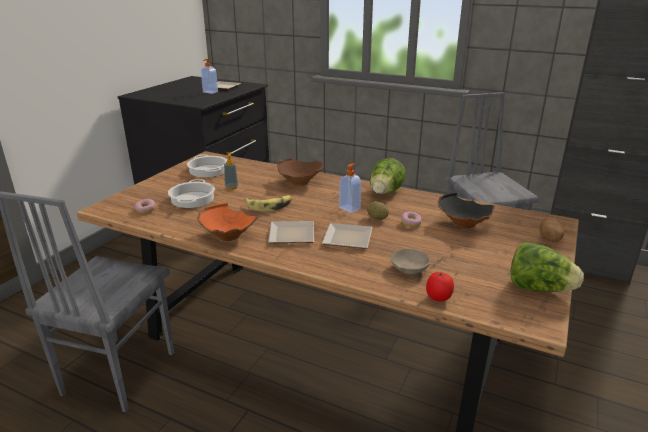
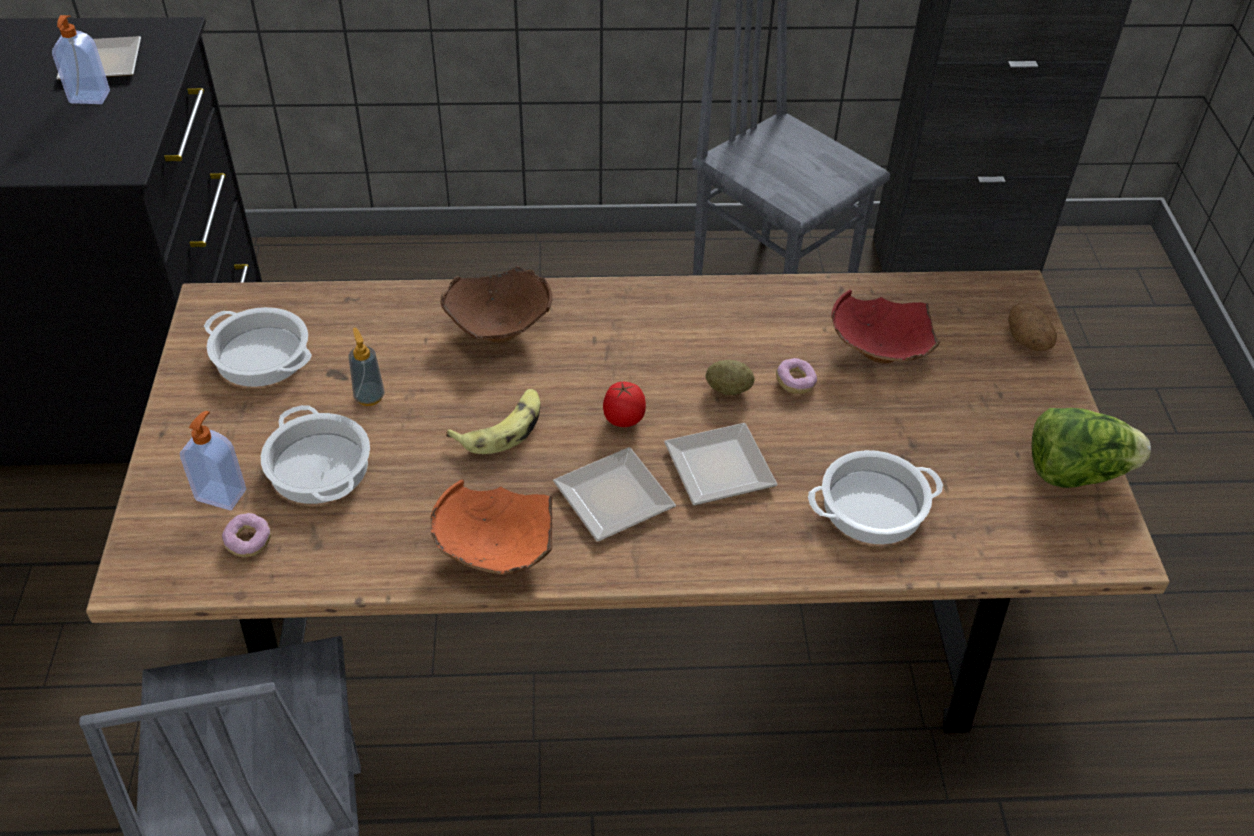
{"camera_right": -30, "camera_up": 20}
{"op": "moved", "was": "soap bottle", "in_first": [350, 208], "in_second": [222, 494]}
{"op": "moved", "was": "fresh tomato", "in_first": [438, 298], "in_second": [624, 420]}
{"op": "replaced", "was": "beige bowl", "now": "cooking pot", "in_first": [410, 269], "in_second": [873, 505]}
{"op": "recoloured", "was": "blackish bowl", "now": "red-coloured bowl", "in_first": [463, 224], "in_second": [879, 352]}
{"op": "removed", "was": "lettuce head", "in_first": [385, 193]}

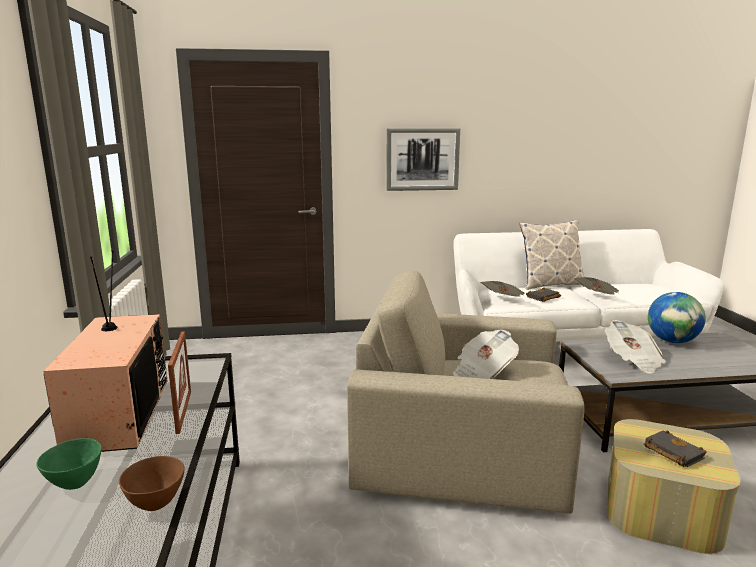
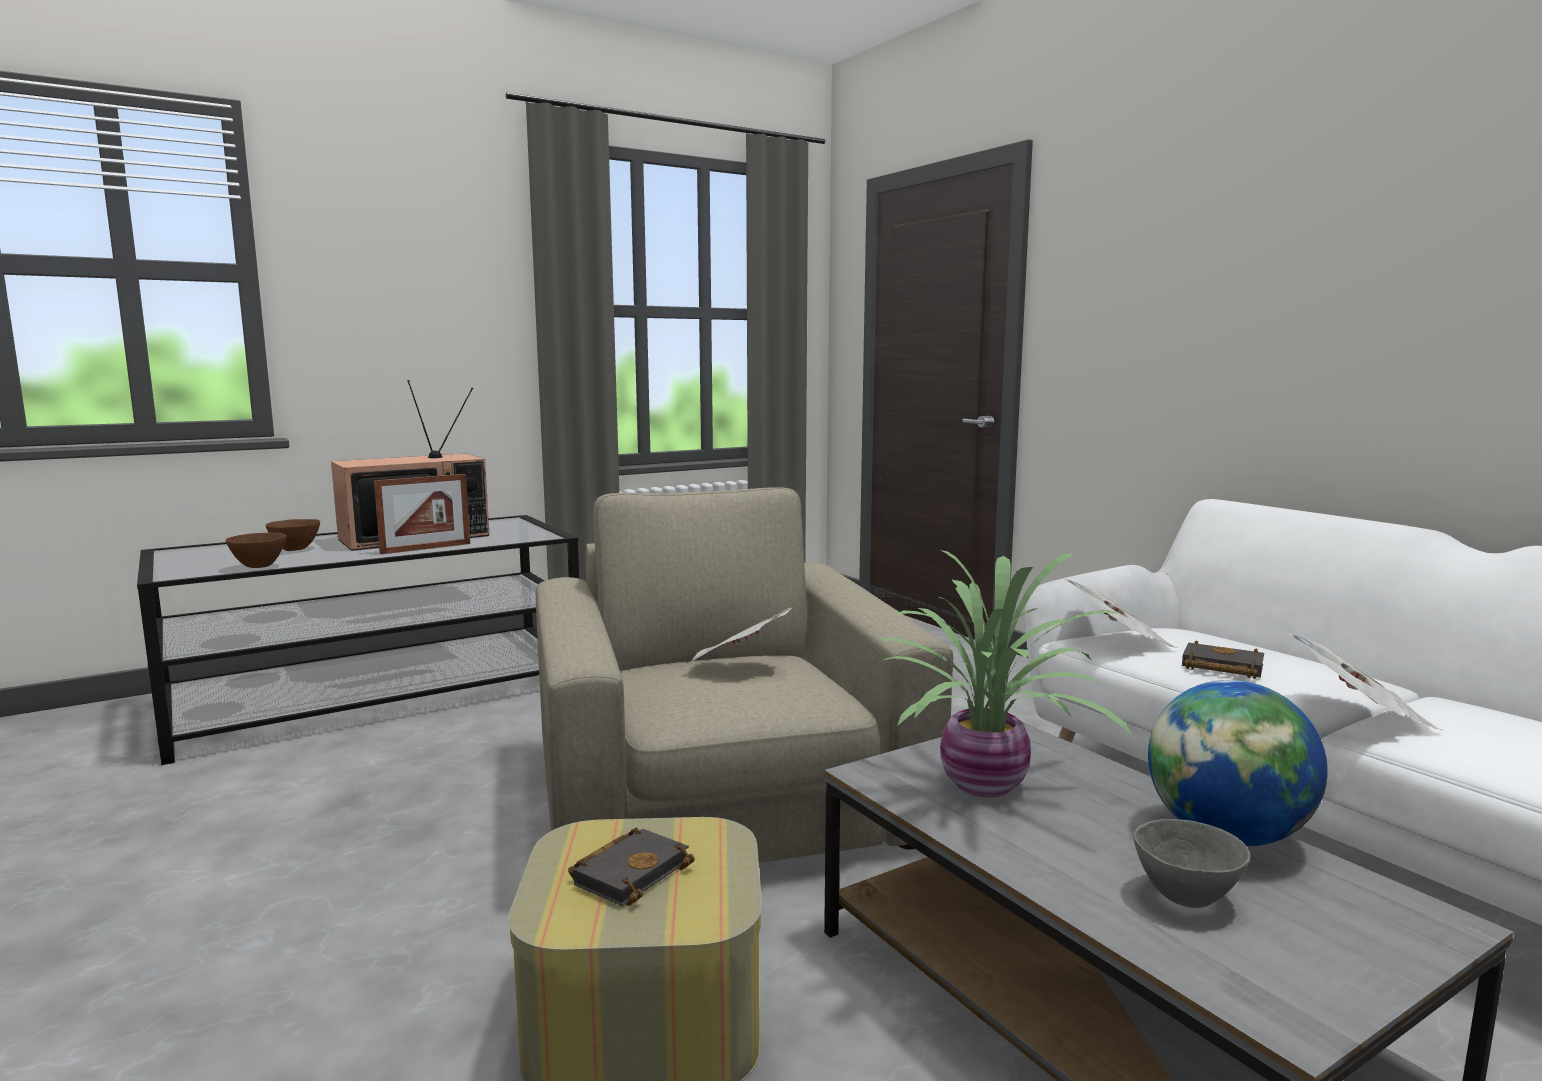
{"camera_right": 65, "camera_up": -5}
{"op": "recoloured", "was": "green-coloured bowl", "now": "brownish bowl", "in_first": [74, 482], "in_second": [295, 549]}
{"op": "replaced", "was": "newspaper", "now": "potted plant", "in_first": [633, 361], "in_second": [985, 787]}
{"op": "added", "now": "grey bowl", "in_second": [1186, 898]}
{"op": "removed", "was": "wall art", "in_first": [422, 159]}
{"op": "removed", "was": "pillow", "in_first": [550, 284]}

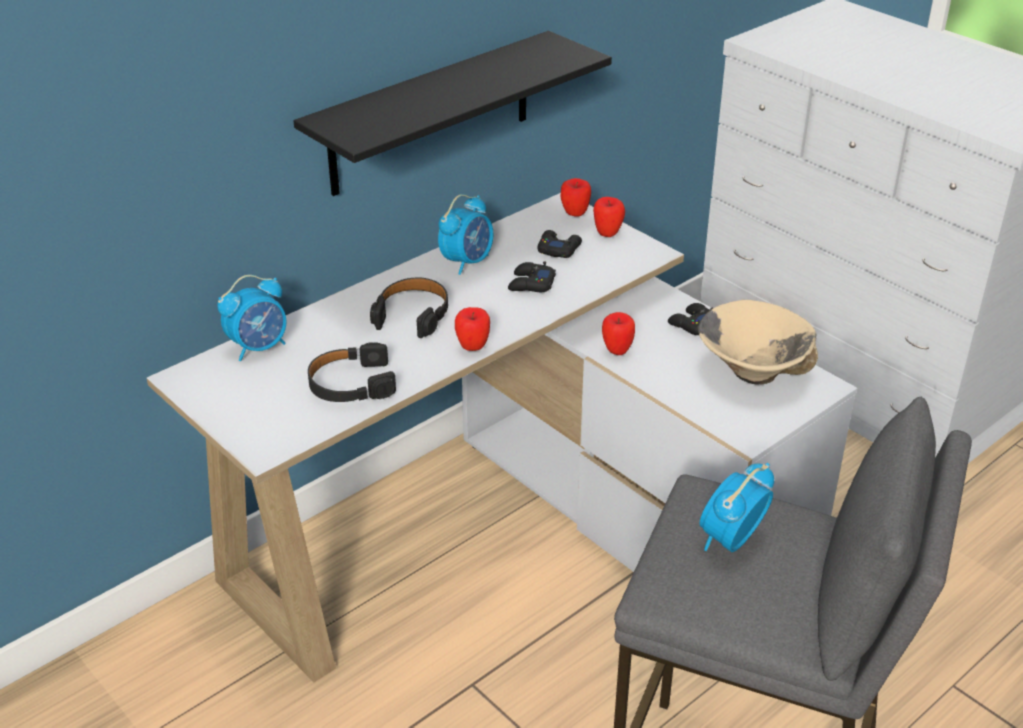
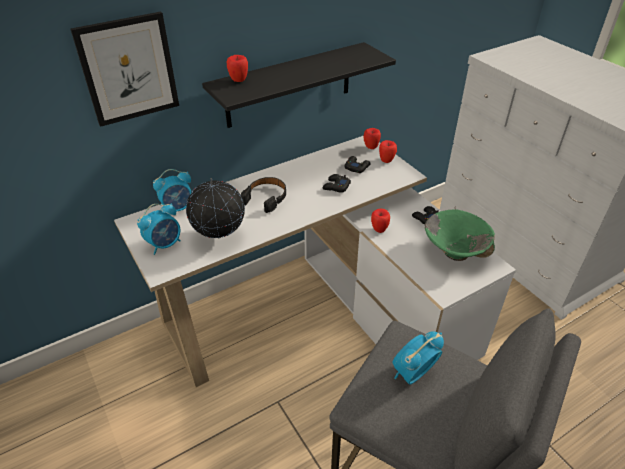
{"camera_right": 10, "camera_up": 5}
{"op": "added", "now": "wall art", "in_second": [128, 69]}
{"op": "moved", "was": "table clock", "in_first": [467, 262], "in_second": [165, 244]}
{"op": "replaced", "was": "blackish headset", "now": "world globe", "in_first": [351, 384], "in_second": [220, 237]}
{"op": "moved", "was": "whole apple", "in_first": [472, 347], "in_second": [238, 80]}
{"op": "recoloured", "was": "beige bowl", "now": "green-coloured bowl", "in_first": [753, 372], "in_second": [455, 252]}

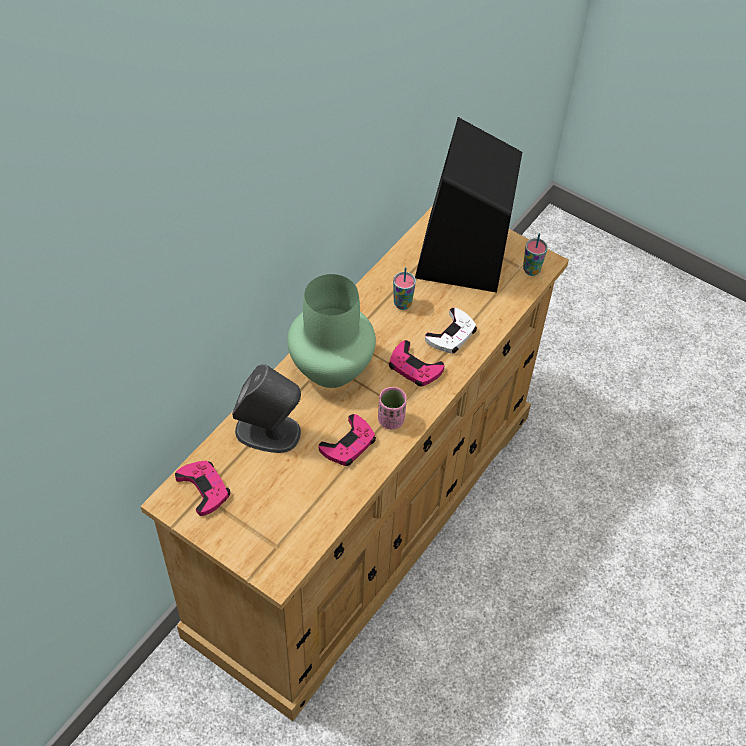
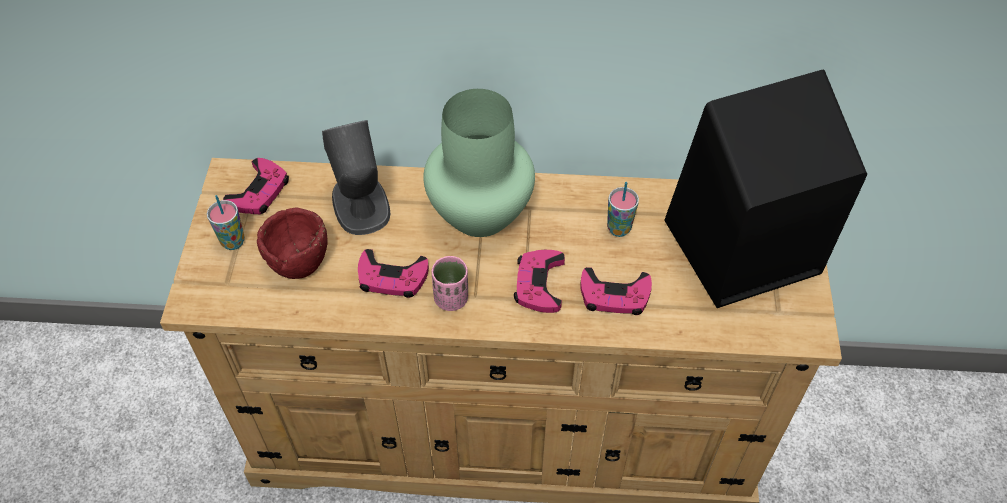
{"camera_right": 60, "camera_up": 0}
{"op": "moved", "was": "small cup", "in_first": [531, 270], "in_second": [233, 242]}
{"op": "added", "now": "red-coloured bowl", "in_second": [299, 260]}
{"op": "recoloured", "was": "white joypad", "now": "pink-coloured joypad", "in_first": [451, 335], "in_second": [614, 295]}

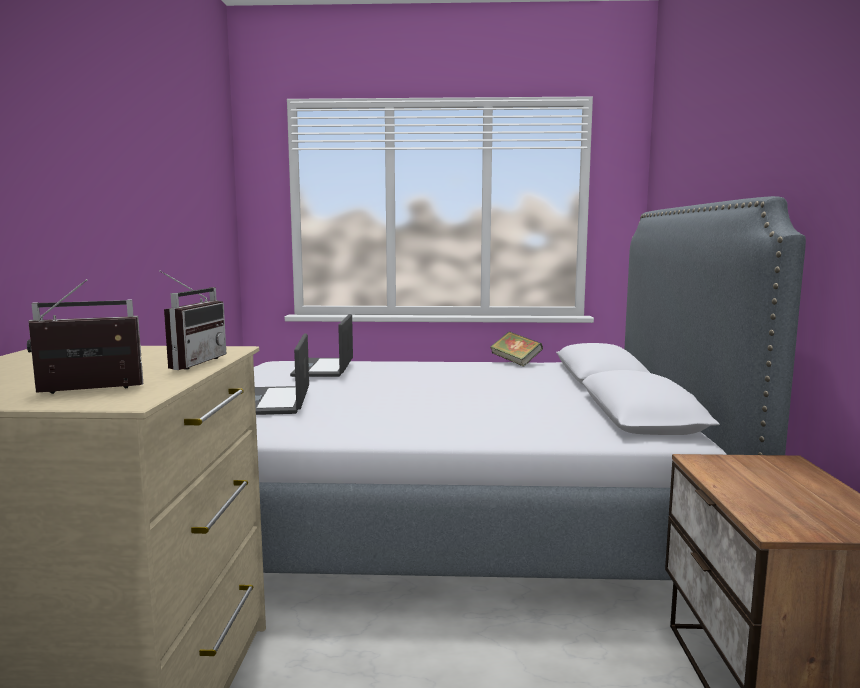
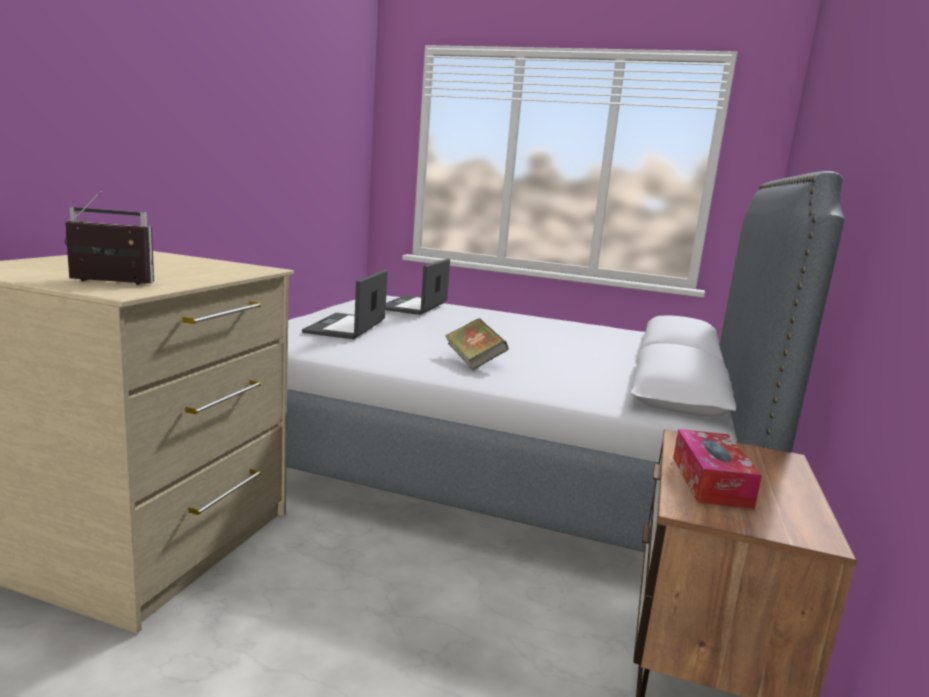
{"camera_right": 15, "camera_up": 5}
{"op": "moved", "was": "book", "in_first": [515, 362], "in_second": [474, 361]}
{"op": "added", "now": "tissue box", "in_second": [710, 481]}
{"op": "removed", "was": "radio", "in_first": [190, 363]}

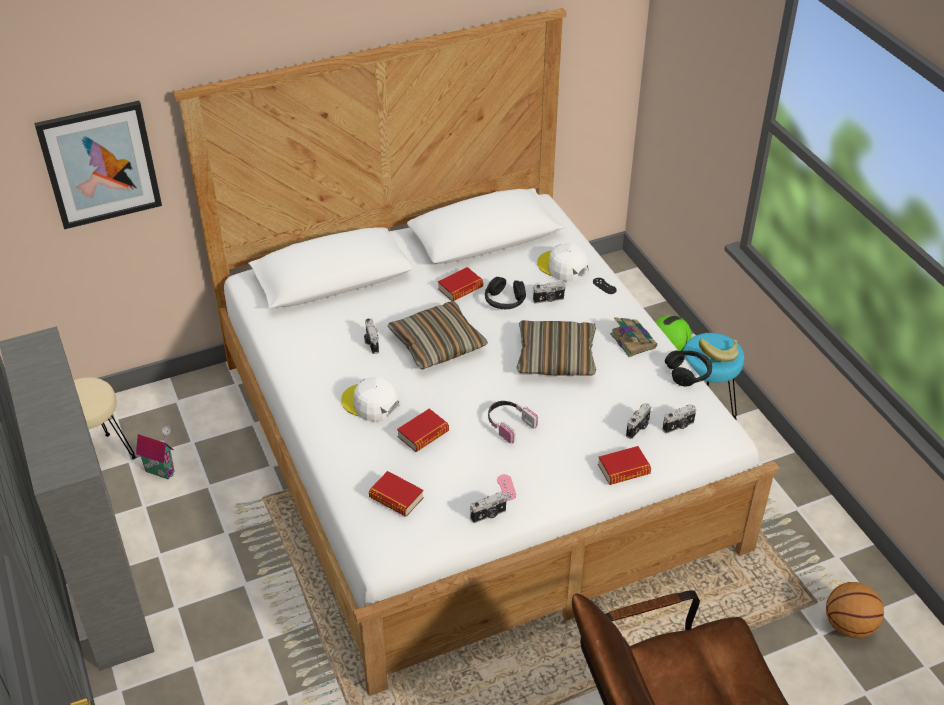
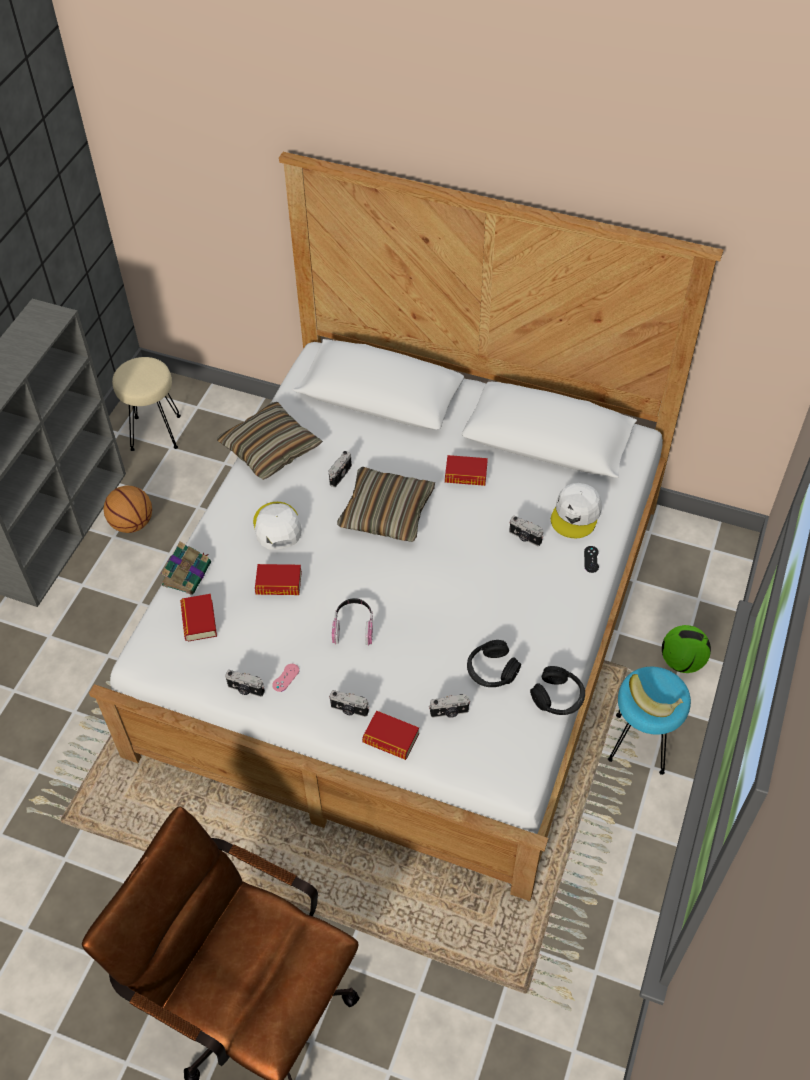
{"camera_right": 45, "camera_up": 10}
{"op": "moved", "was": "ball for basketball", "in_first": [849, 625], "in_second": [133, 523]}
{"op": "moved", "was": "book", "in_first": [632, 340], "in_second": [187, 573]}
{"op": "moved", "was": "pillow", "in_first": [556, 357], "in_second": [270, 449]}
{"op": "moved", "was": "photo camera", "in_first": [679, 426], "in_second": [349, 710]}
{"op": "moved", "was": "blackish headset", "in_first": [504, 301], "in_second": [491, 670]}
{"op": "turned", "was": "white baseball cap", "in_first": [562, 266], "in_second": [576, 514], "clockwise": -150}
{"op": "removed", "was": "wall art", "in_first": [100, 164]}
{"op": "removed", "was": "toy house", "in_first": [161, 470]}

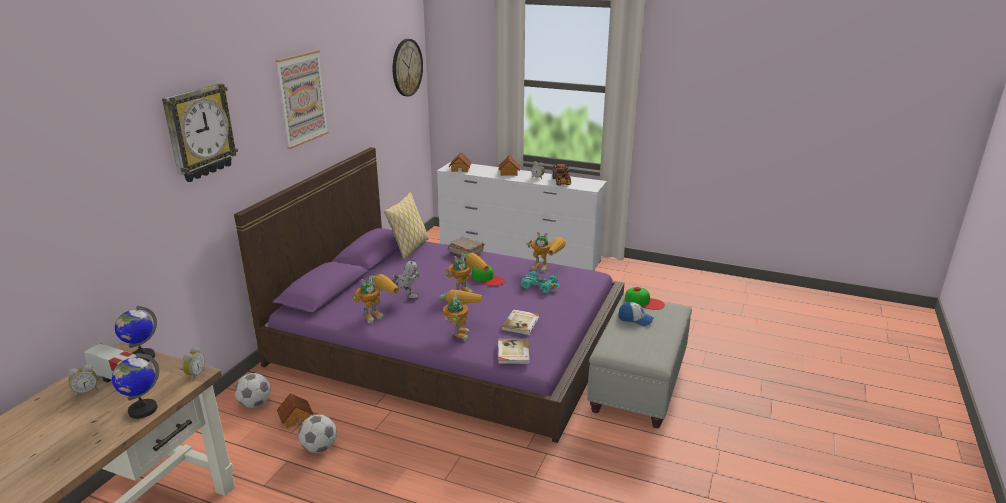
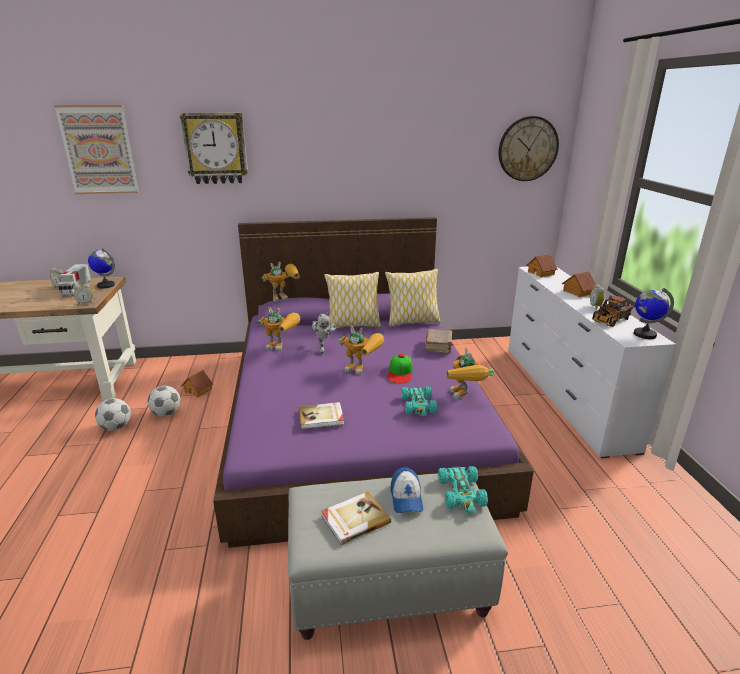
{"camera_right": 60, "camera_up": 0}
{"op": "moved", "was": "wall art", "in_first": [302, 98], "in_second": [99, 150]}
{"op": "moved", "was": "football", "in_first": [255, 404], "in_second": [116, 427]}
{"op": "moved", "was": "robot figure", "in_first": [459, 331], "in_second": [284, 297]}
{"op": "moved", "was": "book", "in_first": [513, 353], "in_second": [354, 519]}
{"op": "added", "now": "pillow", "in_second": [353, 325]}
{"op": "replaced", "was": "baseball cap", "now": "turquoise model car", "in_first": [644, 302], "in_second": [462, 493]}
{"op": "moved", "was": "world globe", "in_first": [142, 410], "in_second": [644, 334]}

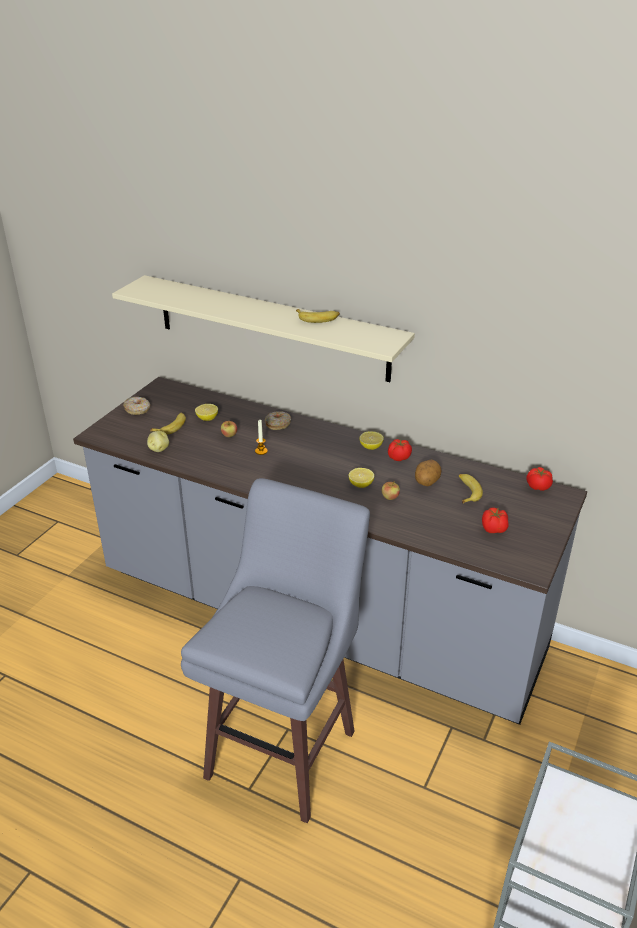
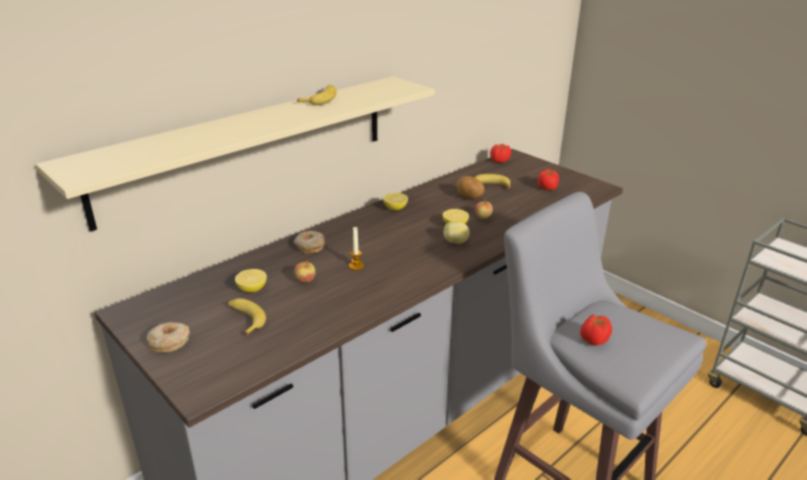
{"camera_right": -70, "camera_up": -5}
{"op": "moved", "was": "potato", "in_first": [158, 449], "in_second": [456, 242]}
{"op": "moved", "was": "fresh tomato", "in_first": [399, 458], "in_second": [593, 340]}

